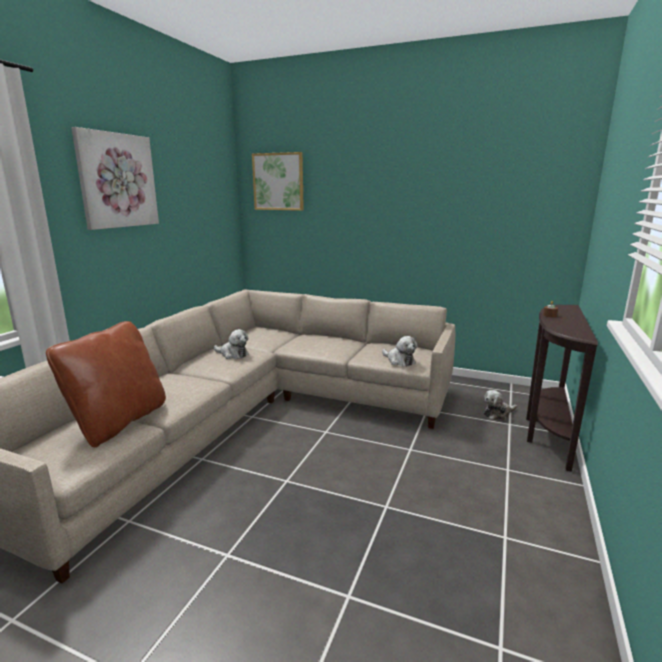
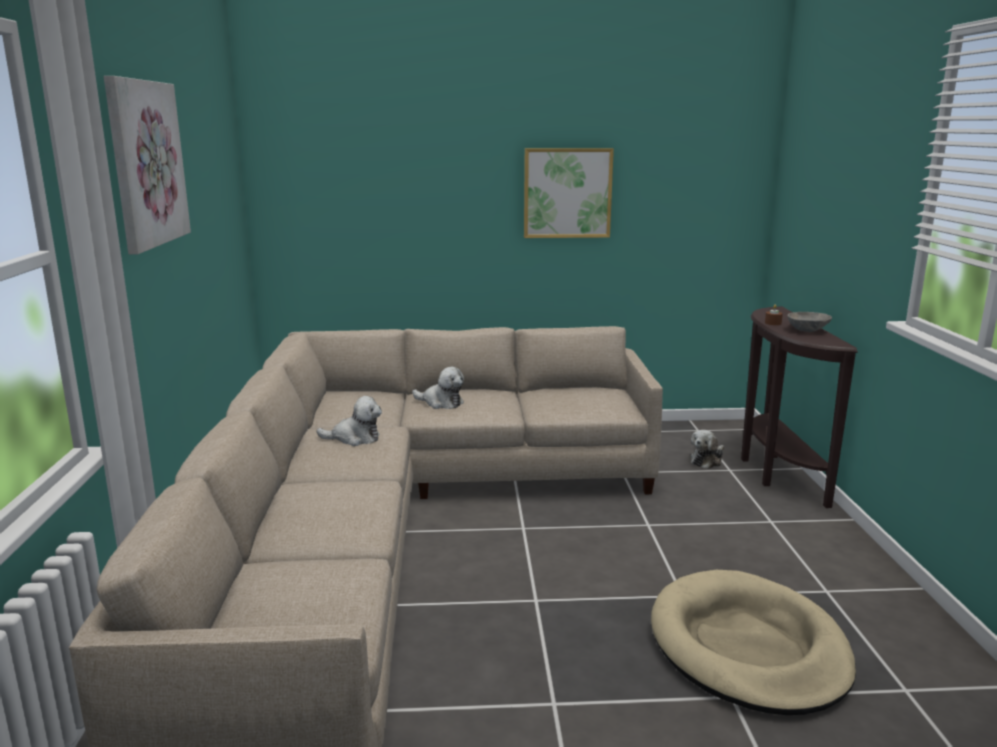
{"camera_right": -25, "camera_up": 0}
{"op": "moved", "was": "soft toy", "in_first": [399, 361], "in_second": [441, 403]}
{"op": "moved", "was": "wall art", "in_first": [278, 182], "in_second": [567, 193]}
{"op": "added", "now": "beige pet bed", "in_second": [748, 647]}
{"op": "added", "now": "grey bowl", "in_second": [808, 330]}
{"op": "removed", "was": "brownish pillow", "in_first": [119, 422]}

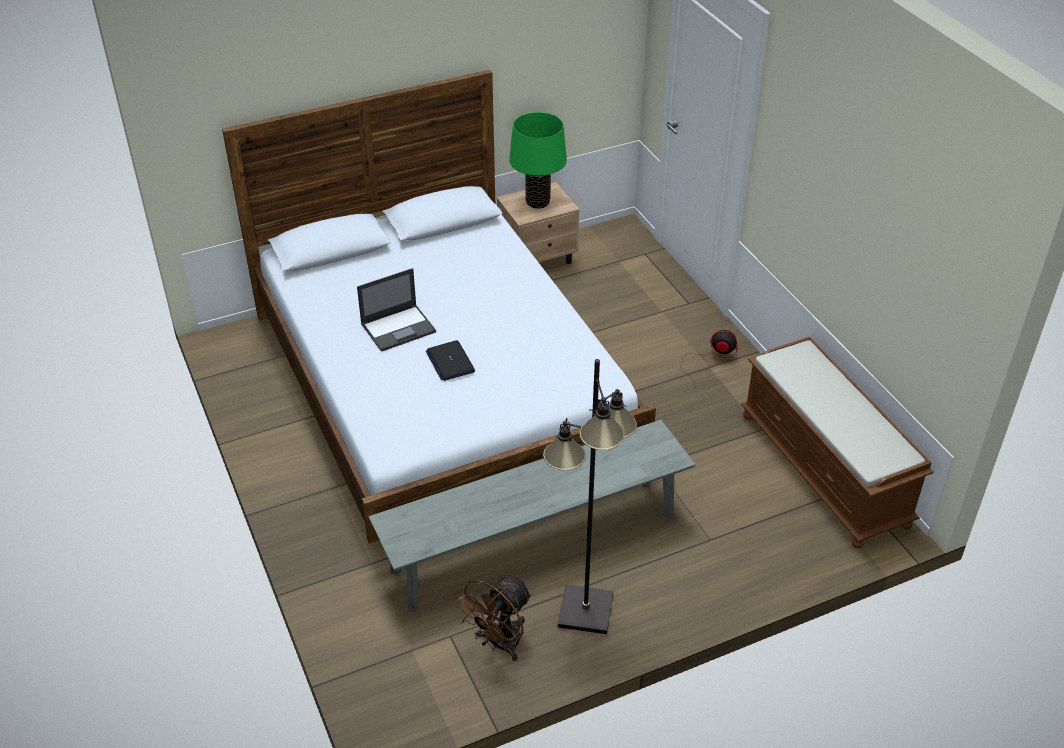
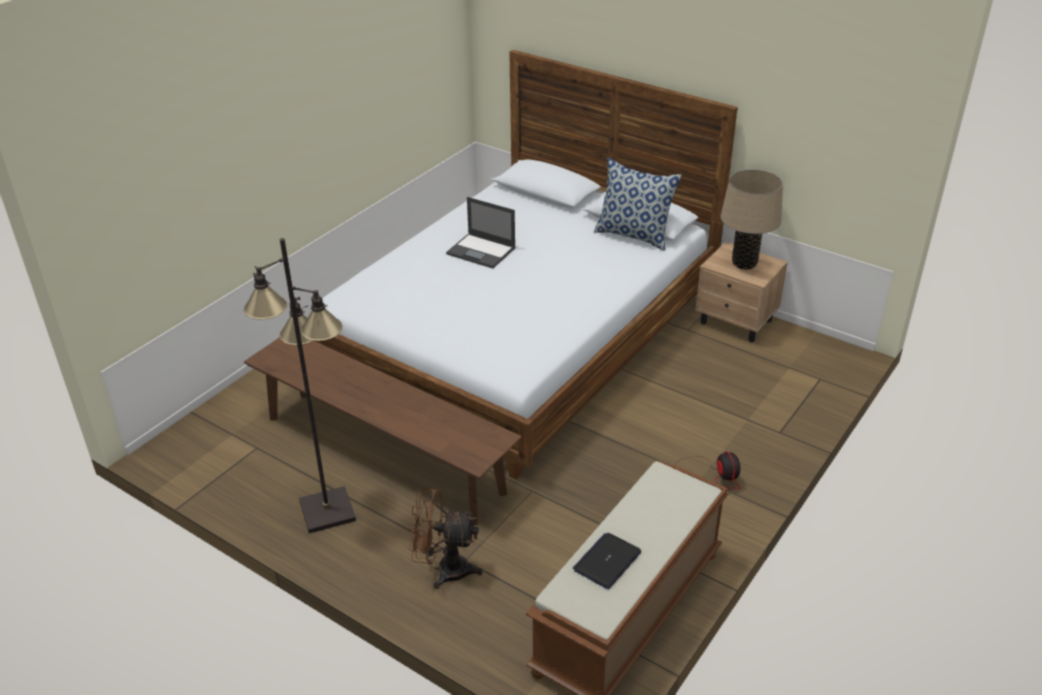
{"camera_right": 60, "camera_up": -5}
{"op": "recoloured", "was": "grey bench", "now": "brownish bench", "in_first": [535, 543], "in_second": [383, 454]}
{"op": "moved", "was": "brownish fan", "in_first": [499, 644], "in_second": [444, 569]}
{"op": "moved", "was": "notebook computer", "in_first": [450, 361], "in_second": [607, 561]}
{"op": "added", "now": "pillow", "in_second": [634, 235]}
{"op": "recoloured", "was": "green-coloured tabletop lamp", "now": "beige tabletop lamp", "in_first": [537, 202], "in_second": [744, 263]}

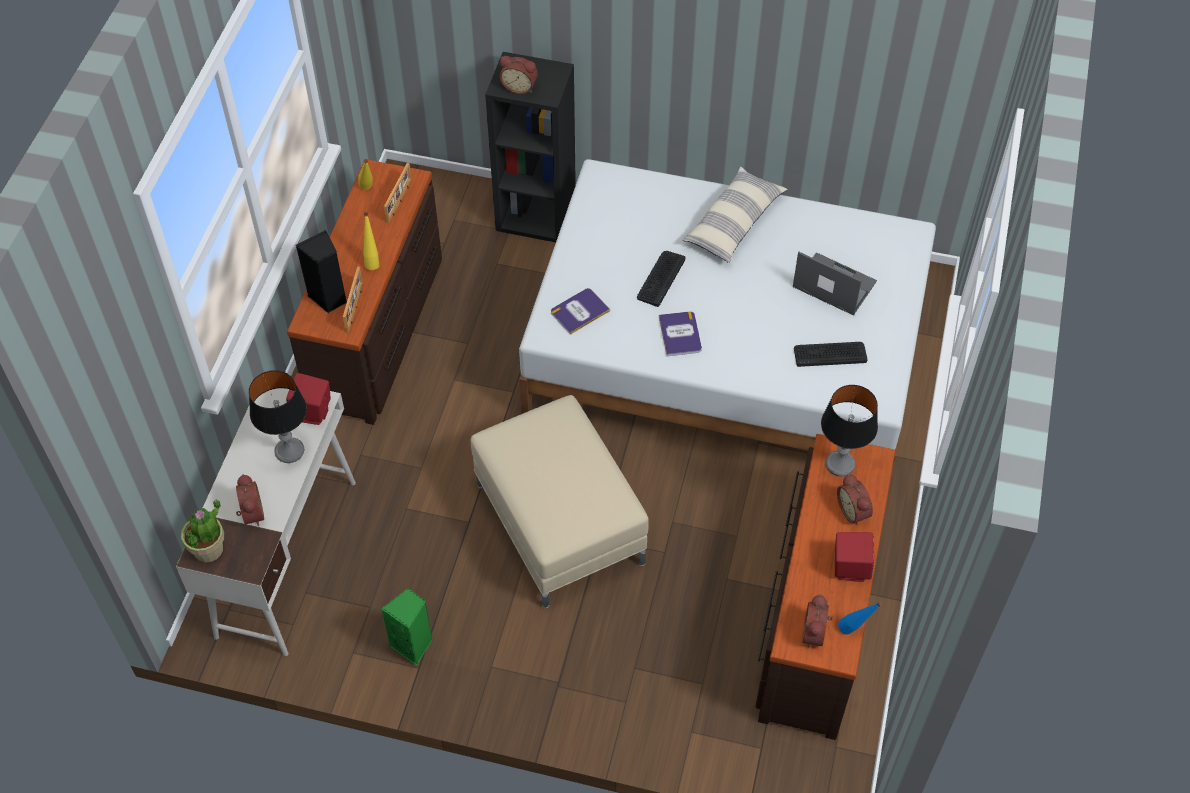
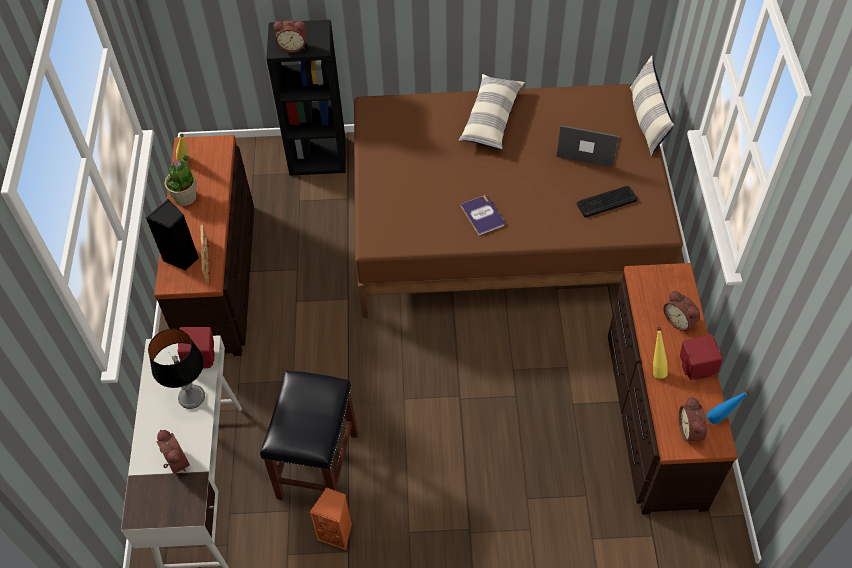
{"camera_right": -15, "camera_up": 0}
{"op": "moved", "was": "potted plant", "in_first": [209, 549], "in_second": [185, 197]}
{"op": "added", "now": "blackish stool seat", "in_second": [318, 467]}
{"op": "recoloured", "was": "green-coloured speaker", "now": "orange speaker", "in_first": [413, 645], "in_second": [337, 533]}
{"op": "recoloured", "was": "white bed", "now": "brownish bed", "in_first": [725, 355], "in_second": [505, 227]}
{"op": "added", "now": "pillow", "in_second": [647, 120]}
{"op": "moved", "was": "yellowish beverage bottle", "in_first": [372, 261], "in_second": [656, 368]}
{"op": "removed", "was": "standing frame", "in_first": [400, 201]}
{"op": "removed", "was": "beige footrest", "in_first": [561, 523]}
{"op": "removed", "was": "book", "in_first": [579, 311]}
{"op": "removed", "was": "PC keyboard", "in_first": [660, 278]}
{"op": "removed", "was": "tabletop lamp", "in_first": [840, 464]}

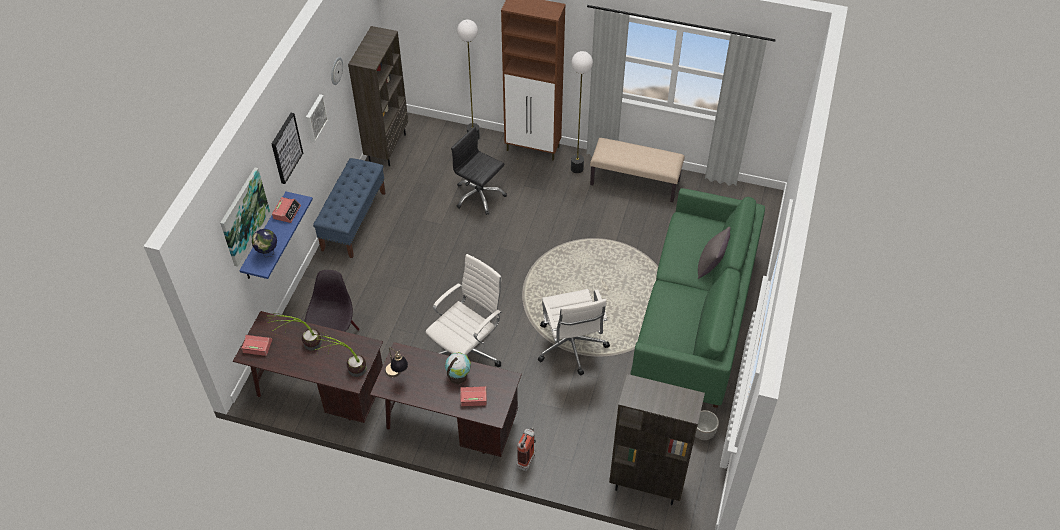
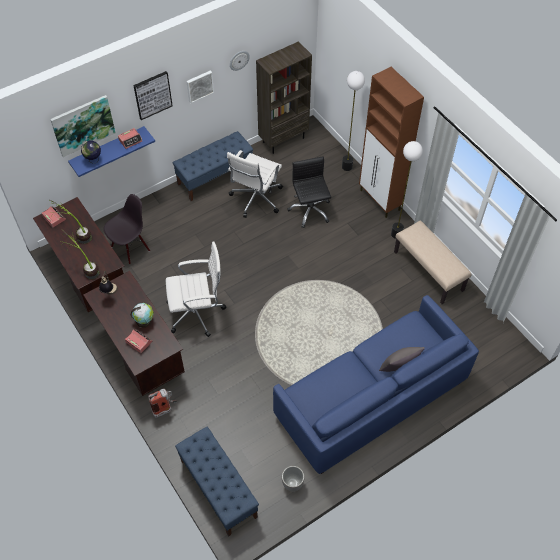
{"camera_right": 40, "camera_up": 5}
{"op": "replaced", "was": "brownish bookcase", "now": "blue-coloured bench", "in_first": [645, 486], "in_second": [218, 488]}
{"op": "moved", "was": "white desk chair", "in_first": [571, 347], "in_second": [255, 199]}
{"op": "recoloured", "was": "green-coloured settee", "now": "blue-coloured settee", "in_first": [694, 318], "in_second": [370, 398]}

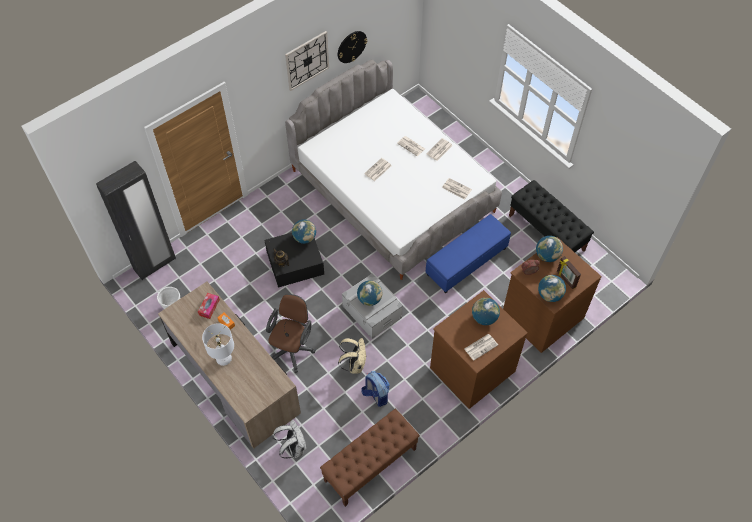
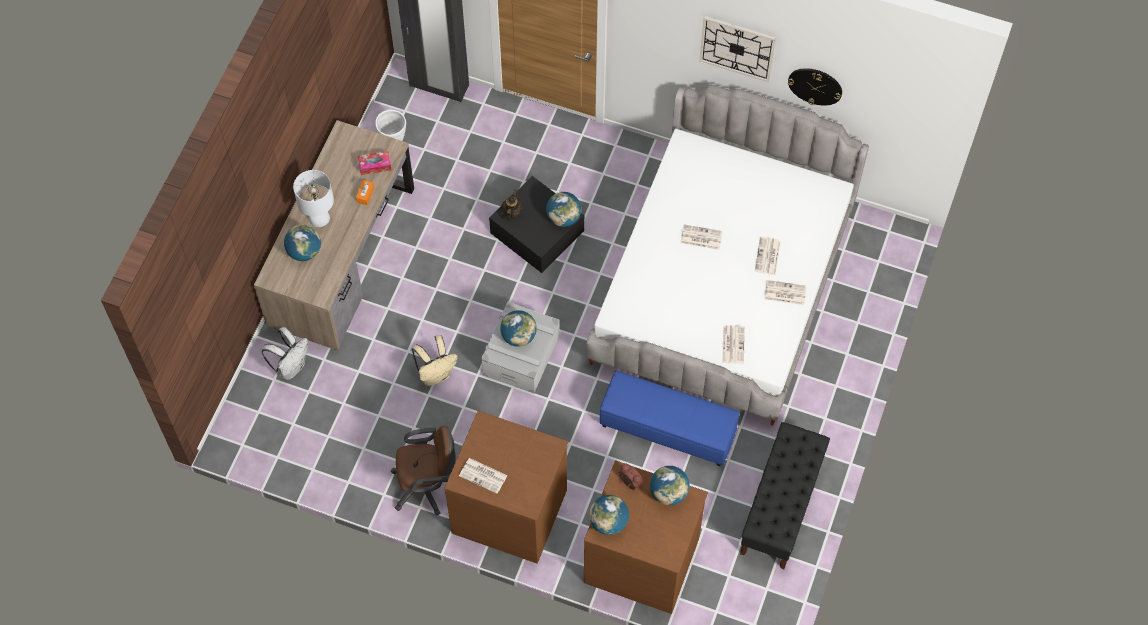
{"camera_right": 60, "camera_up": 5}
{"op": "moved", "was": "world globe", "in_first": [484, 318], "in_second": [304, 251]}
{"op": "moved", "was": "brownish desk chair", "in_first": [292, 348], "in_second": [427, 486]}
{"op": "removed", "was": "brownish bench", "in_first": [370, 465]}
{"op": "removed", "was": "backpack", "in_first": [376, 395]}
{"op": "removed", "was": "standing frame", "in_first": [565, 279]}

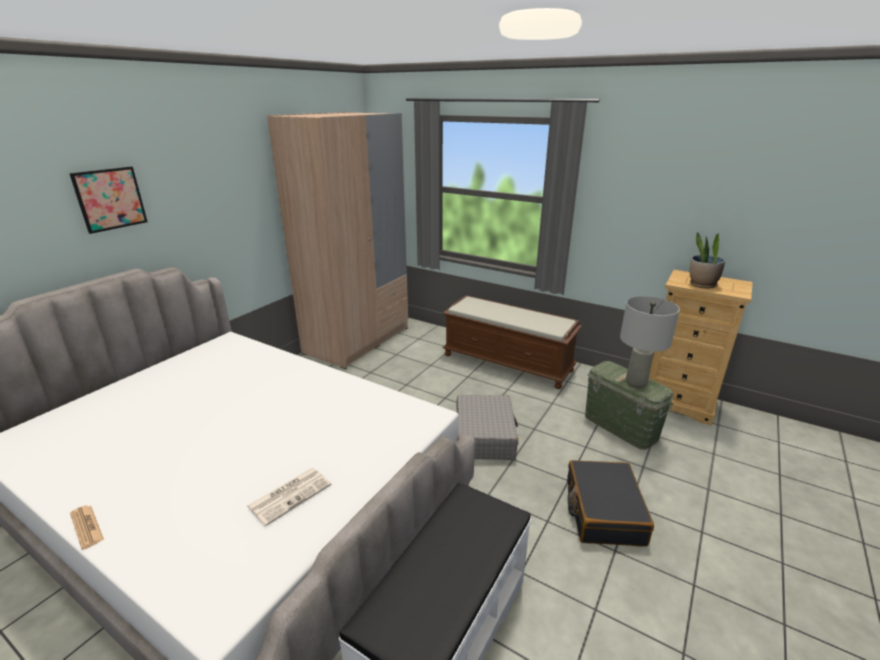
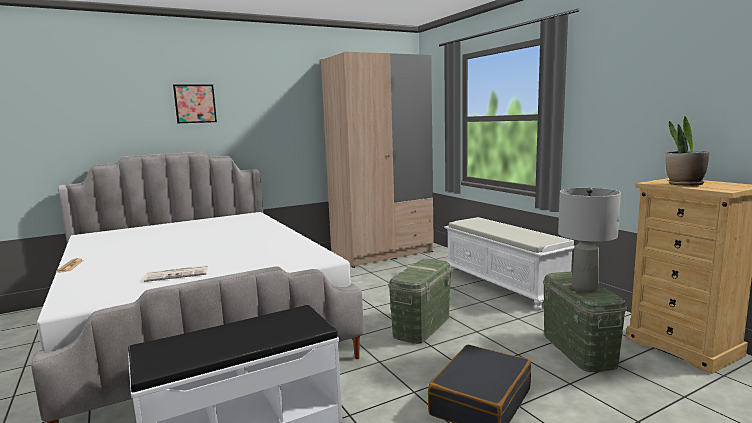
{"camera_right": 30, "camera_up": -15}
{"op": "replaced", "was": "grey suitcase", "now": "green-coloured storage bin", "in_first": [484, 436], "in_second": [421, 326]}
{"op": "recoloured", "was": "brownish bench", "now": "white bench", "in_first": [508, 362], "in_second": [504, 285]}

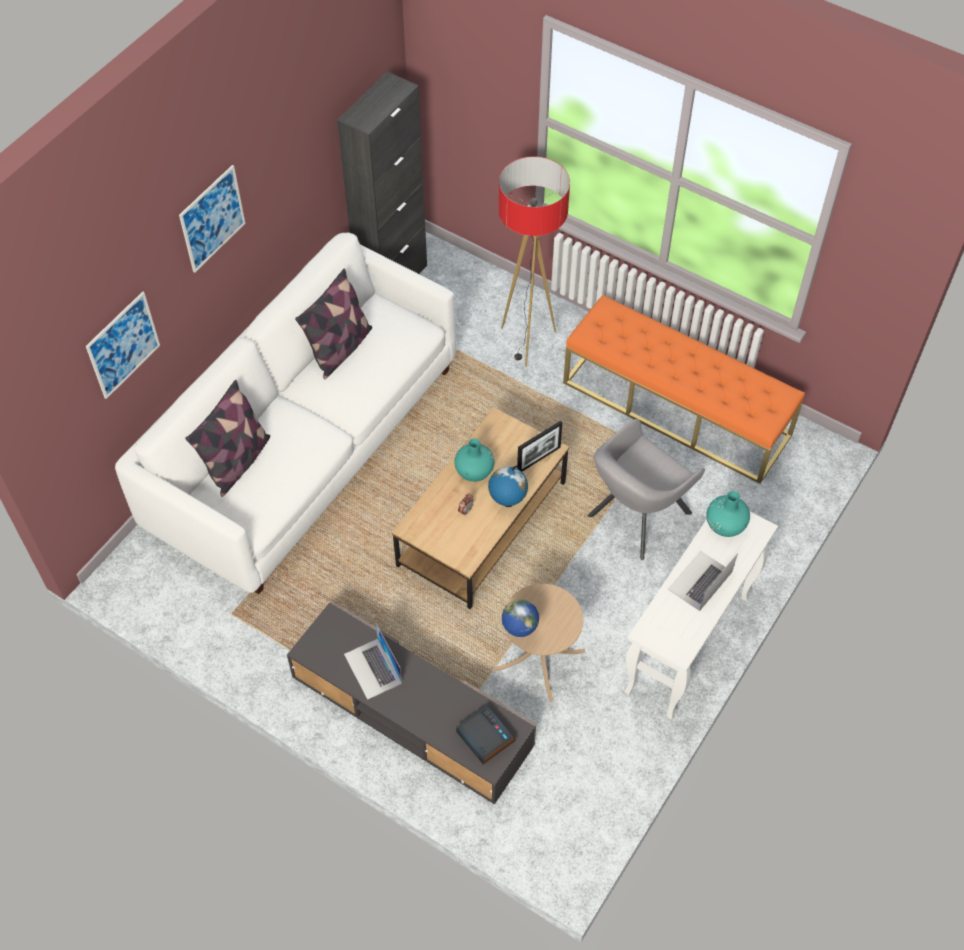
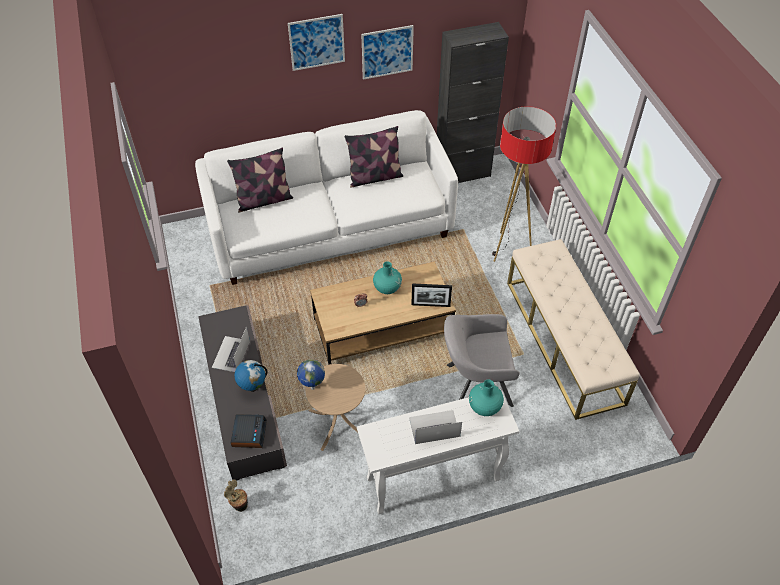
{"camera_right": 40, "camera_up": -5}
{"op": "added", "now": "potted plant", "in_second": [239, 505]}
{"op": "moved", "was": "world globe", "in_first": [507, 502], "in_second": [252, 387]}
{"op": "moved", "was": "wall art", "in_first": [123, 345], "in_second": [387, 52]}
{"op": "recoloured", "was": "orange bench", "now": "beige bench", "in_first": [676, 408], "in_second": [564, 341]}

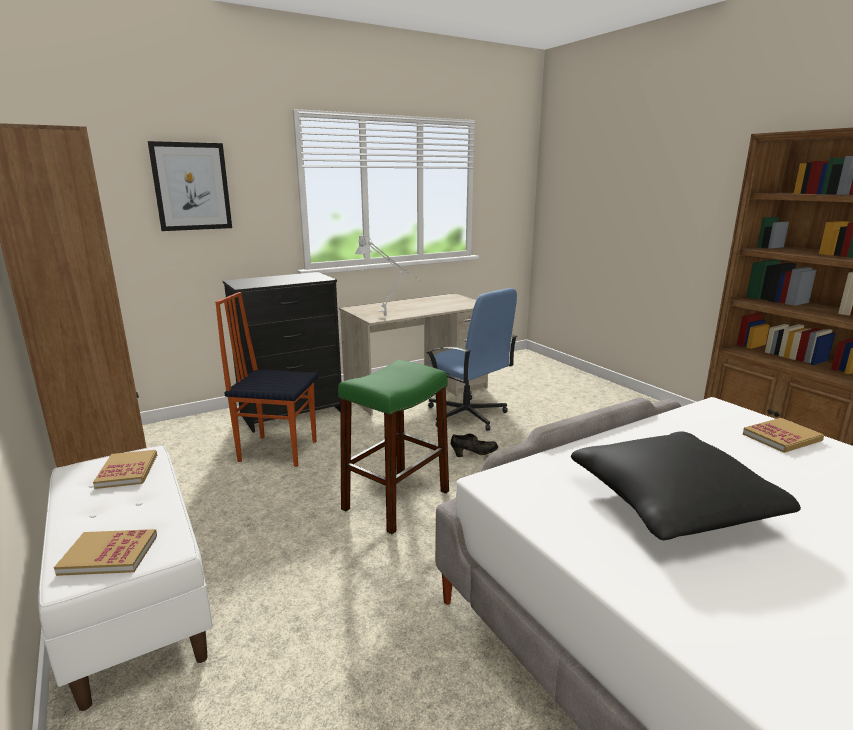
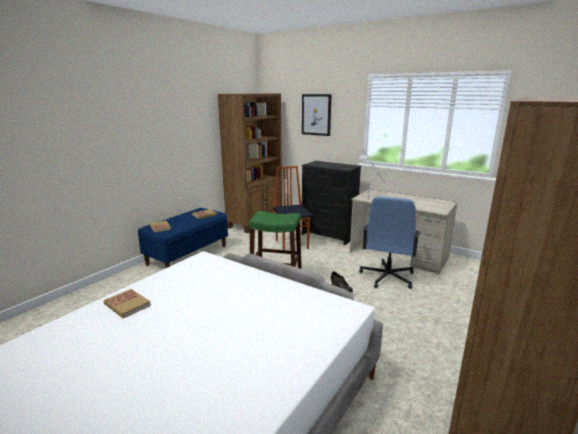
{"camera_right": 65, "camera_up": 0}
{"op": "moved", "was": "book", "in_first": [782, 437], "in_second": [127, 305]}
{"op": "recoloured", "was": "white bench", "now": "blue-coloured bench", "in_first": [134, 600], "in_second": [188, 255]}
{"op": "removed", "was": "blackish pillow", "in_first": [671, 504]}

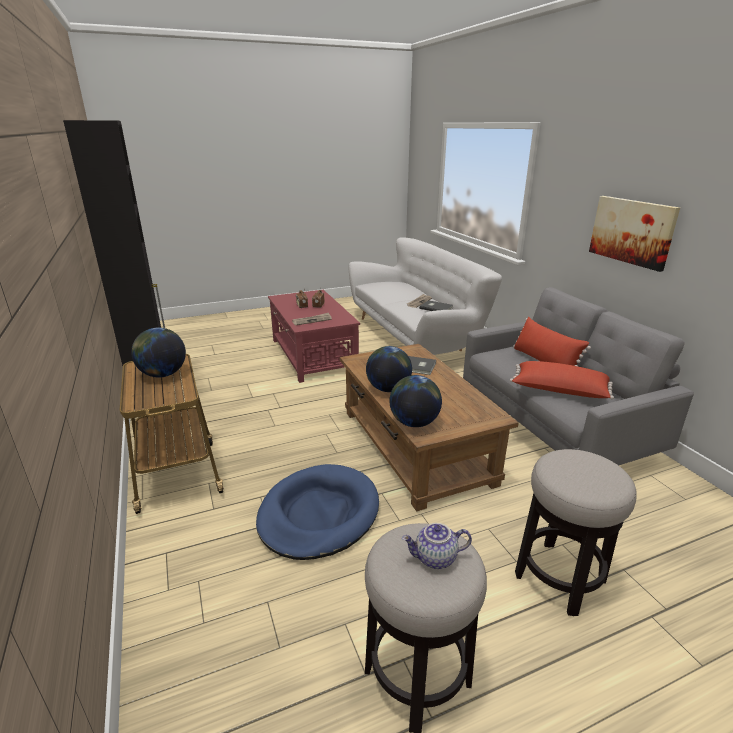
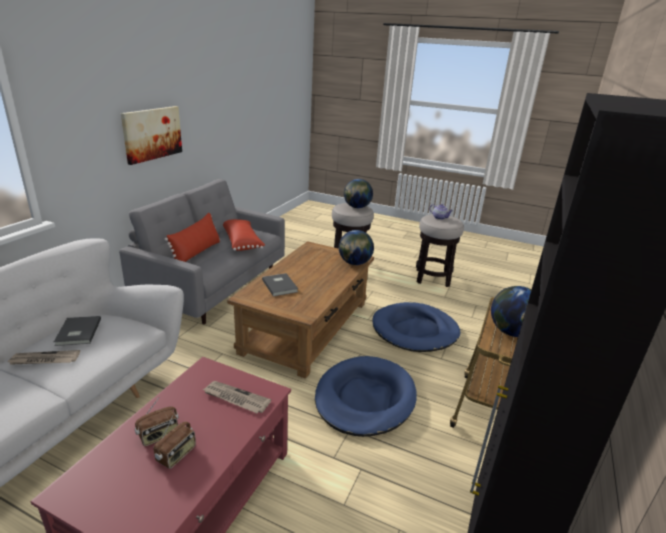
{"camera_right": -135, "camera_up": 0}
{"op": "added", "now": "blue-coloured pet bed", "in_second": [364, 398]}
{"op": "moved", "was": "world globe", "in_first": [388, 389], "in_second": [357, 207]}

